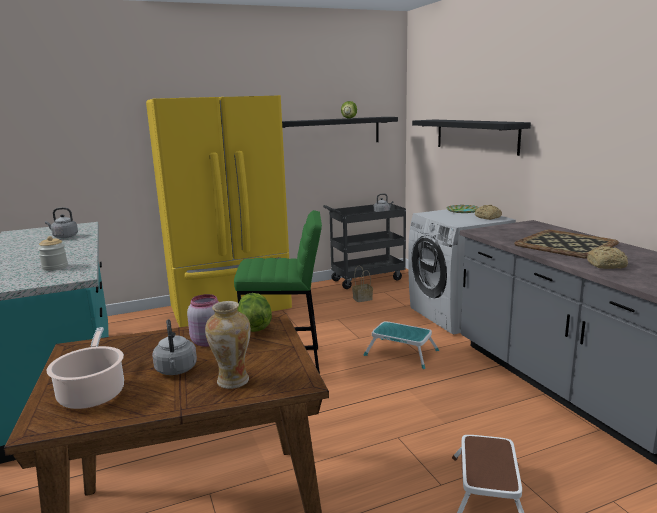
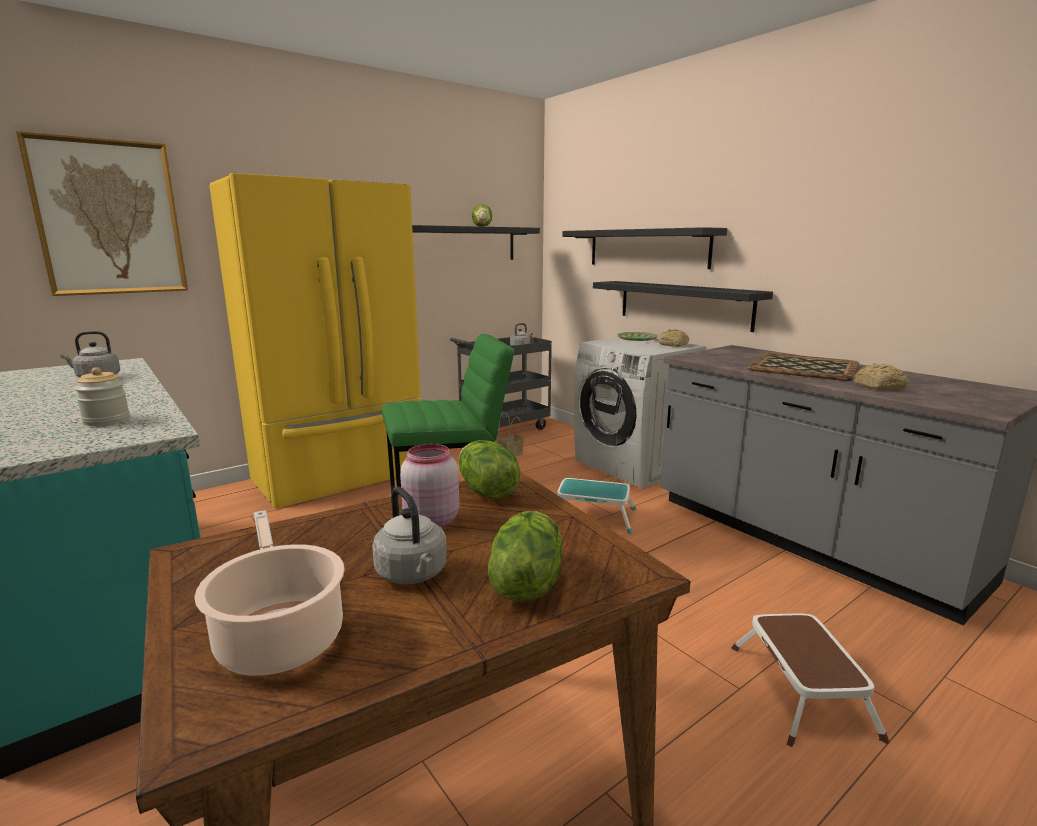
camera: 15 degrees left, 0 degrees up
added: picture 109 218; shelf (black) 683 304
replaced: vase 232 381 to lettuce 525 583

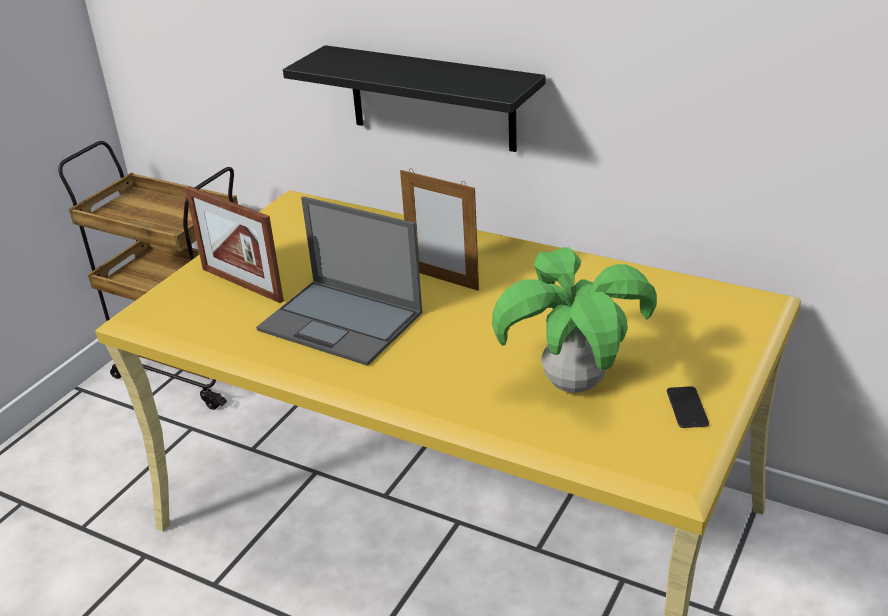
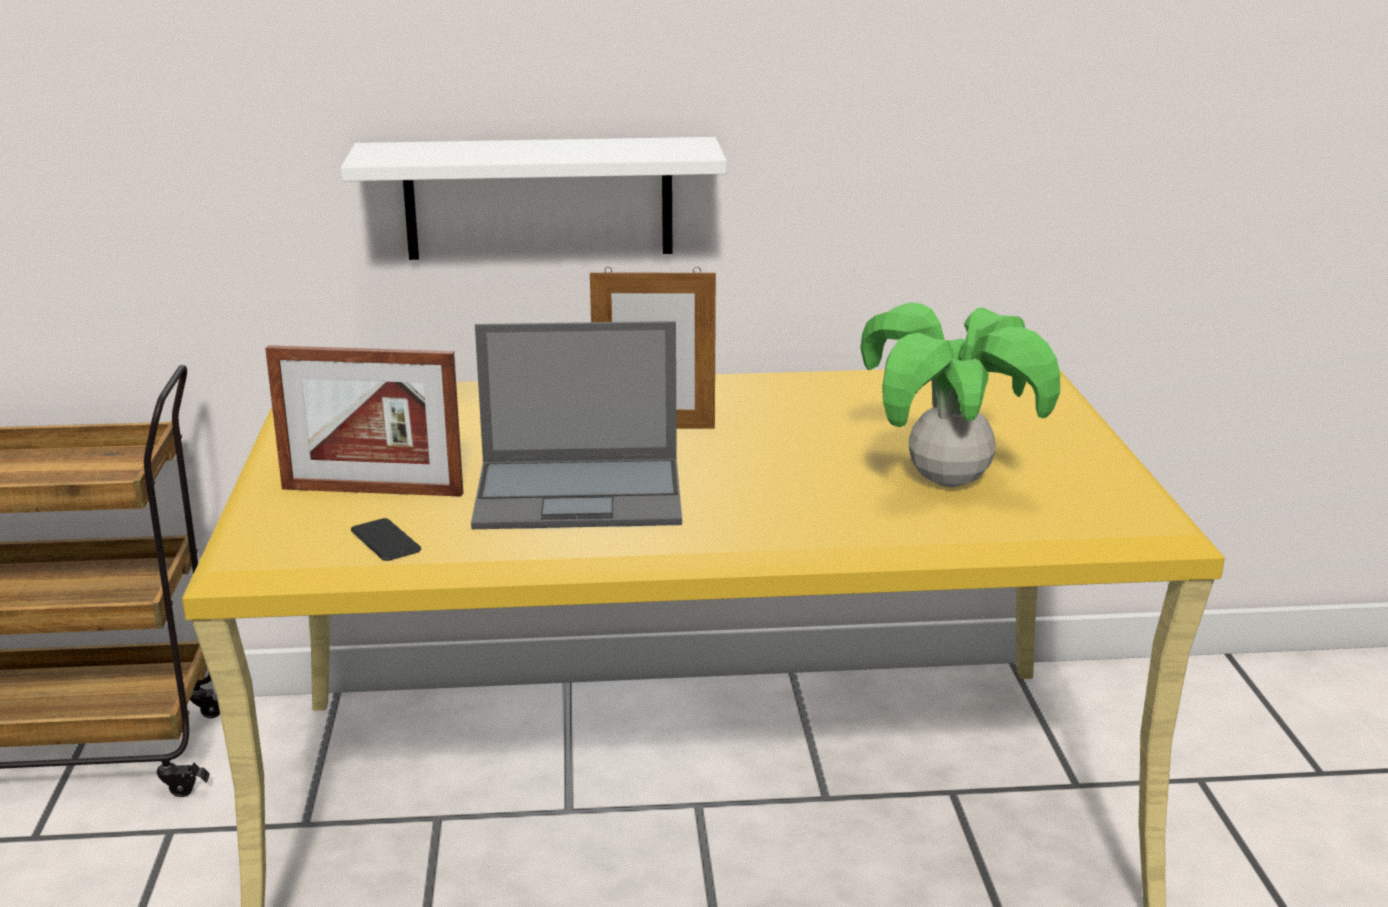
camera: 35 degrees left, 10 degrees down
moved: phone 687 408 to 385 541
recoloured: shelf (black) 431 98 to shelf (white) 539 198

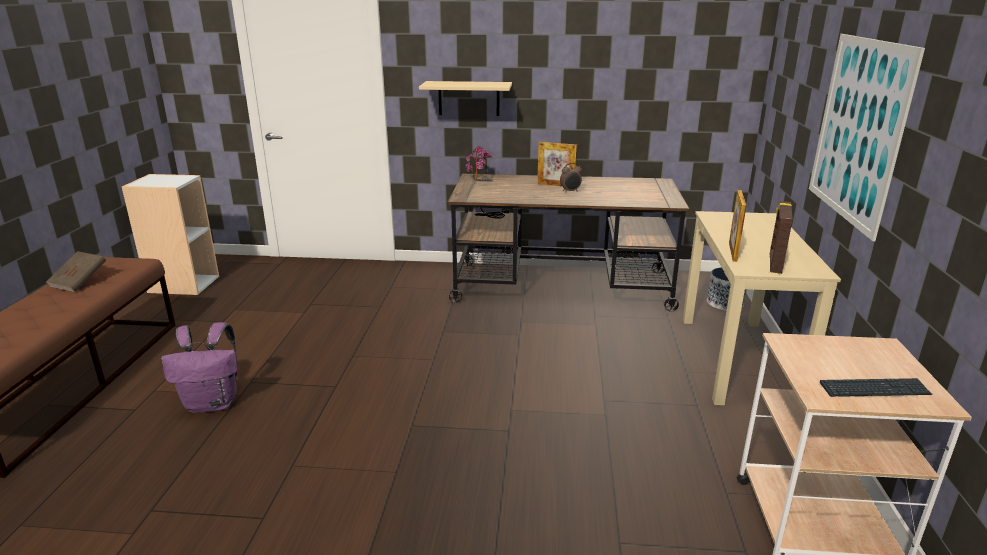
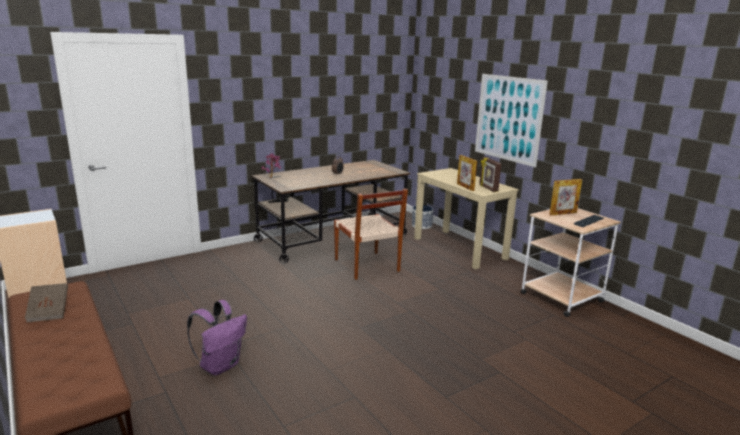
camera: 40 degrees left, 5 degrees down
removed: shelf (beige) 469 98
added: chair 367 266
moved: picture frame 556 185 to 563 213

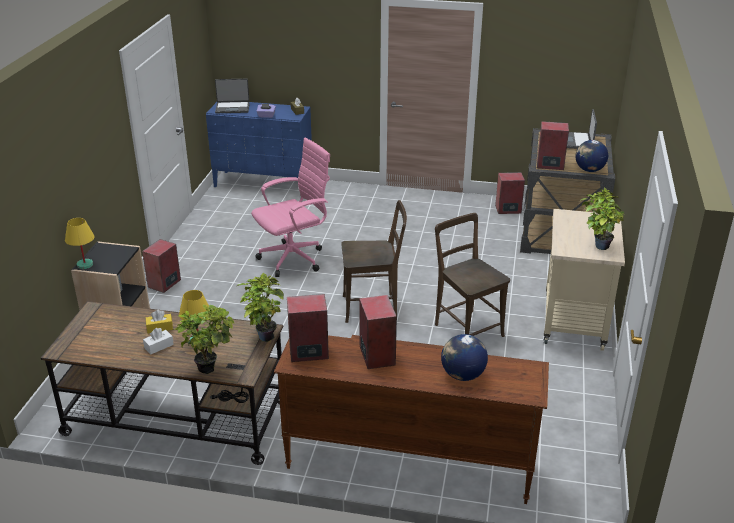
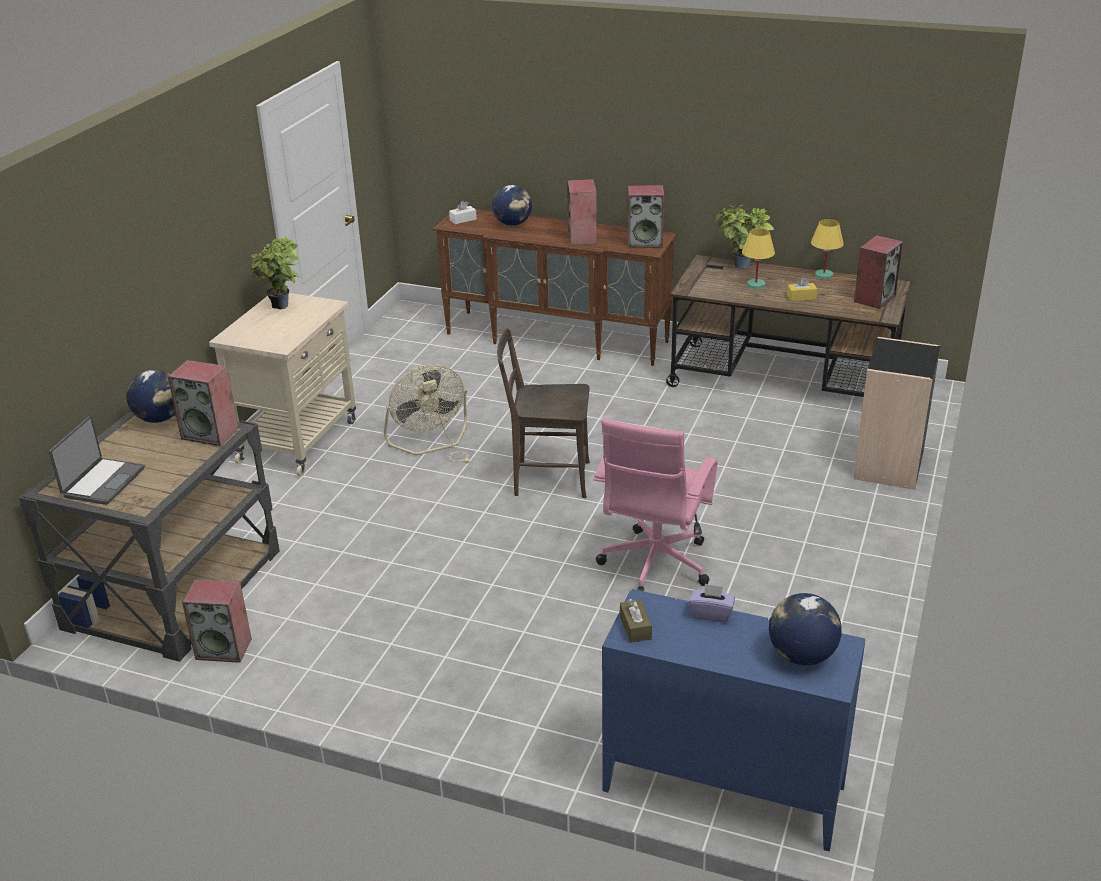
camera: 170 degrees left, 0 degrees up
removed: potted plant 263 335
moved: table lamp (yellow) 84 264 to 824 275; speaker 164 284 to 874 298; tissue box (white) 159 346 to 463 220
replaced: laptop 232 108 to globe 801 655; chair (brown) 466 328 to fan (beige) 436 444
turned: office chair (pink) 294 258 = 654 567 45 degrees counterclockwise

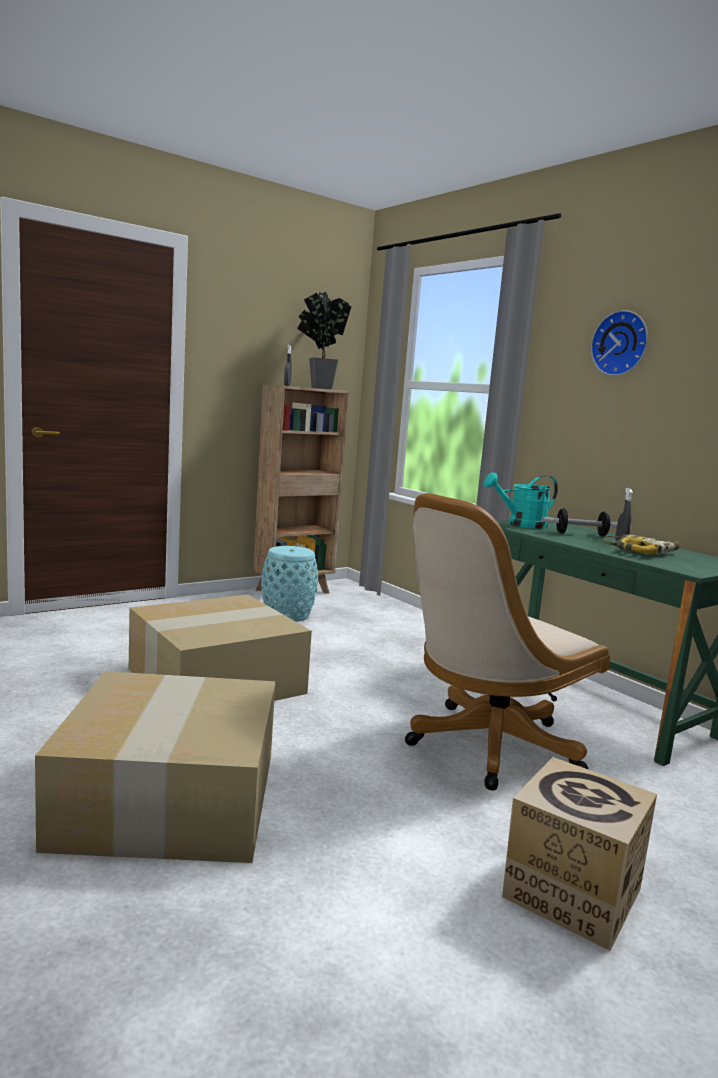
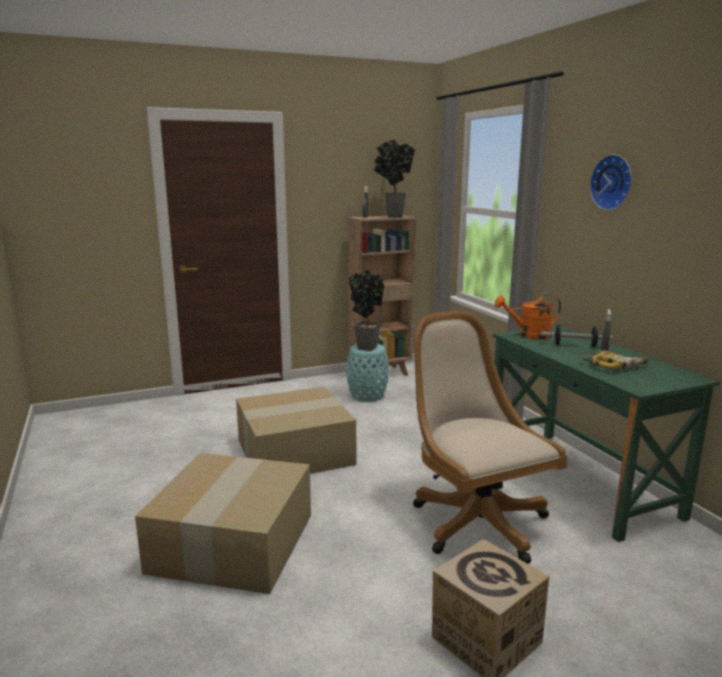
camera: 15 degrees right, 5 degrees up
added: potted plant 365 347
recoloured: watering can (turquoise) 521 525 to watering can (orange) 529 335
turned: office chair 485 749 = 473 518 90 degrees clockwise

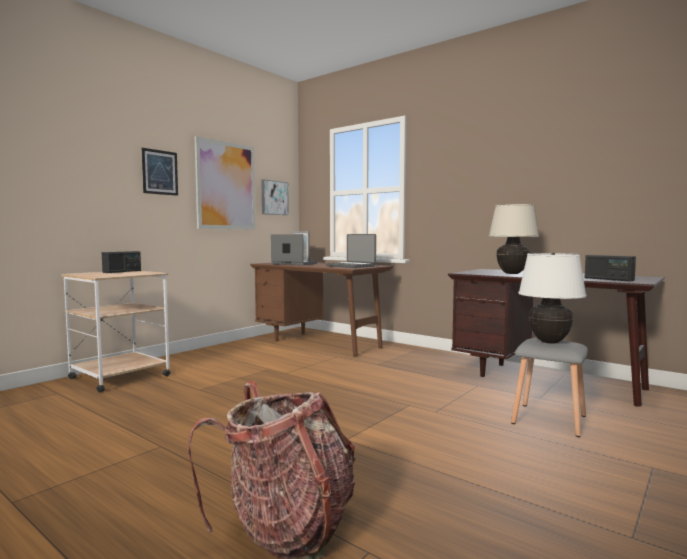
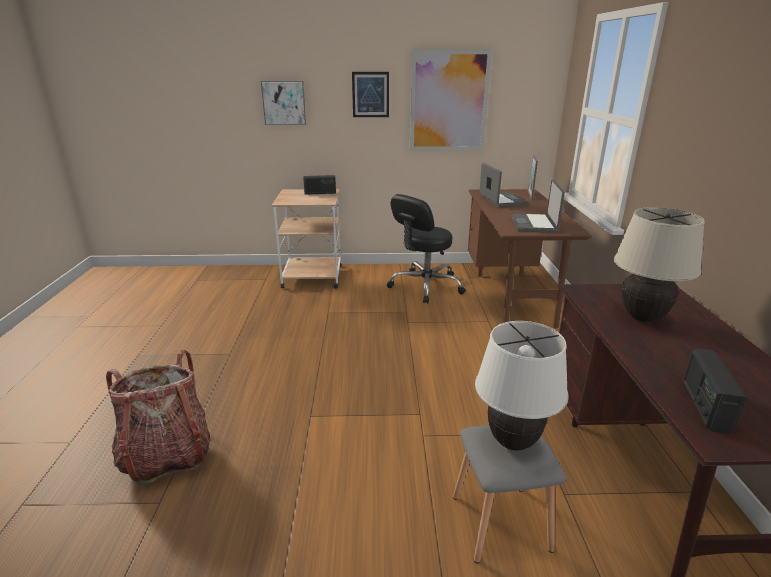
camera: 50 degrees right, 20 degrees up
added: office chair (black) 424 287
moved: picture 274 198 to 284 103

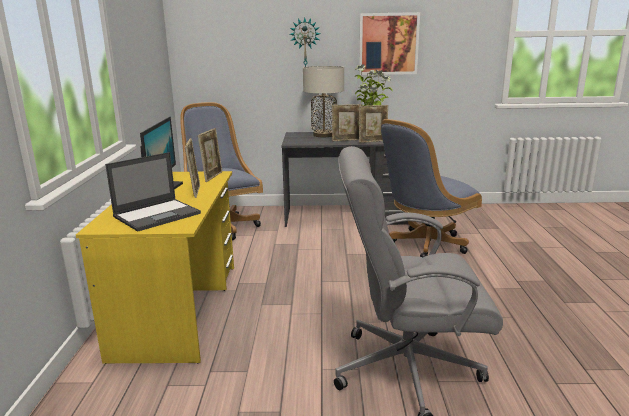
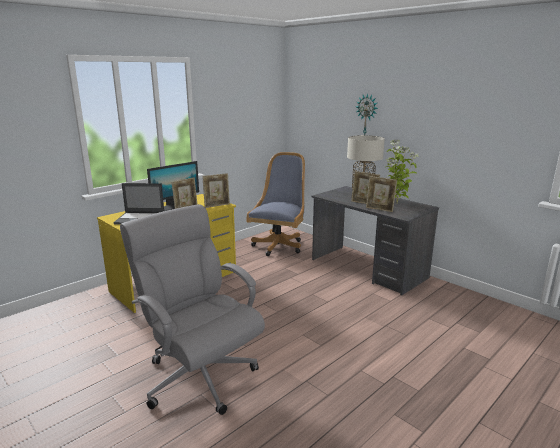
camera: 45 degrees right, 0 degrees up
removed: picture 388 44; office chair (blue) 423 246

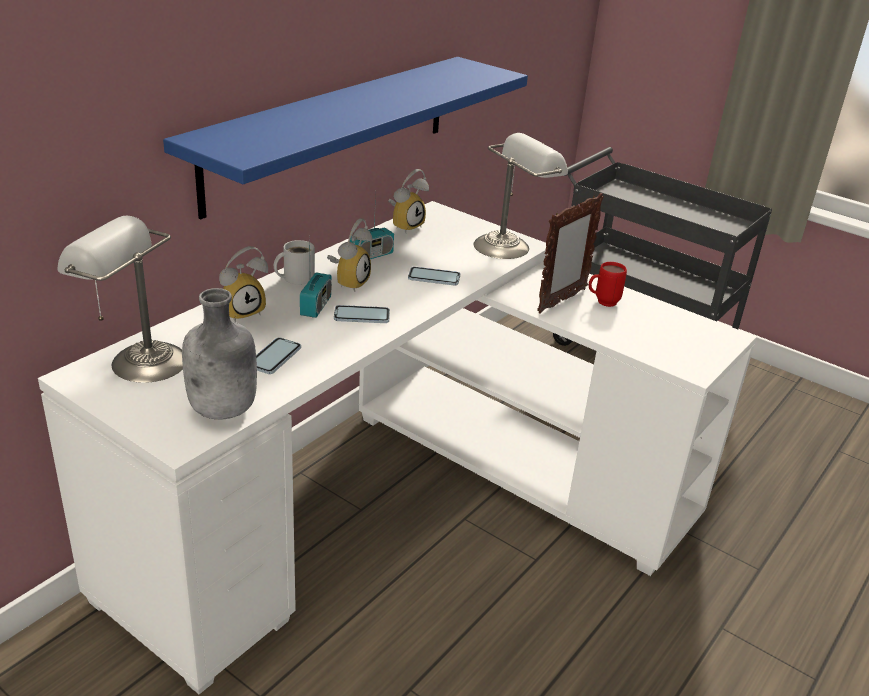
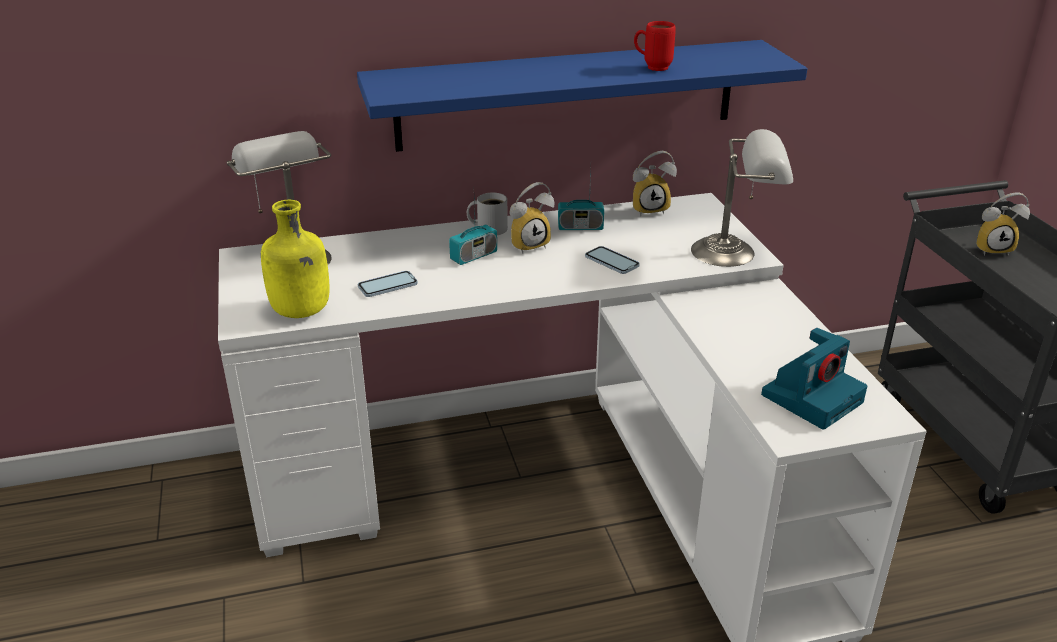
camera: 40 degrees right, 0 degrees up
removed: picture frame 561 301; phone 361 316
added: photo camera 812 397
moved: alarm clock 242 311 to 993 249; mug (red) 602 303 to 652 67
recoloured: bottle (grey) 224 410 to bottle (yellow) 301 312

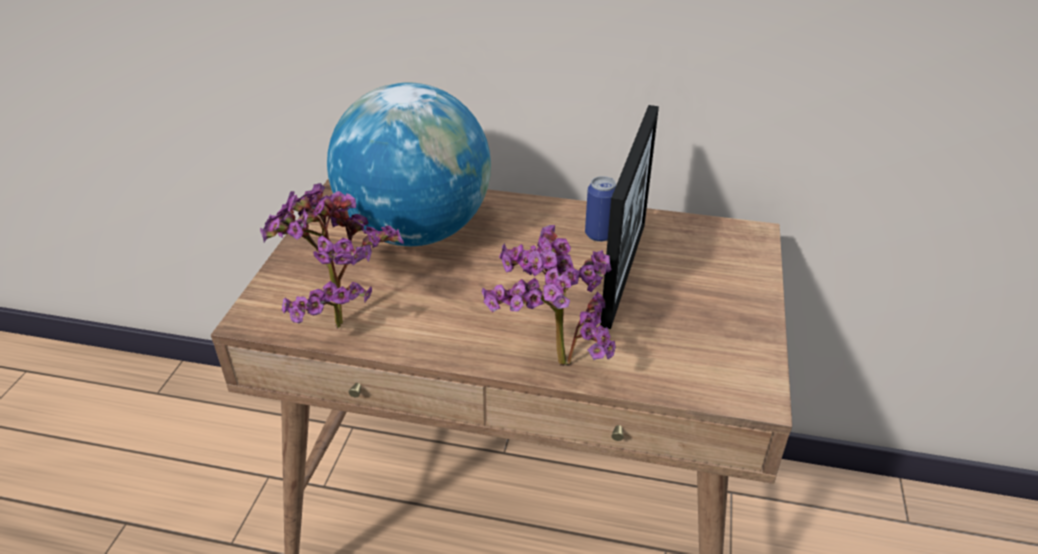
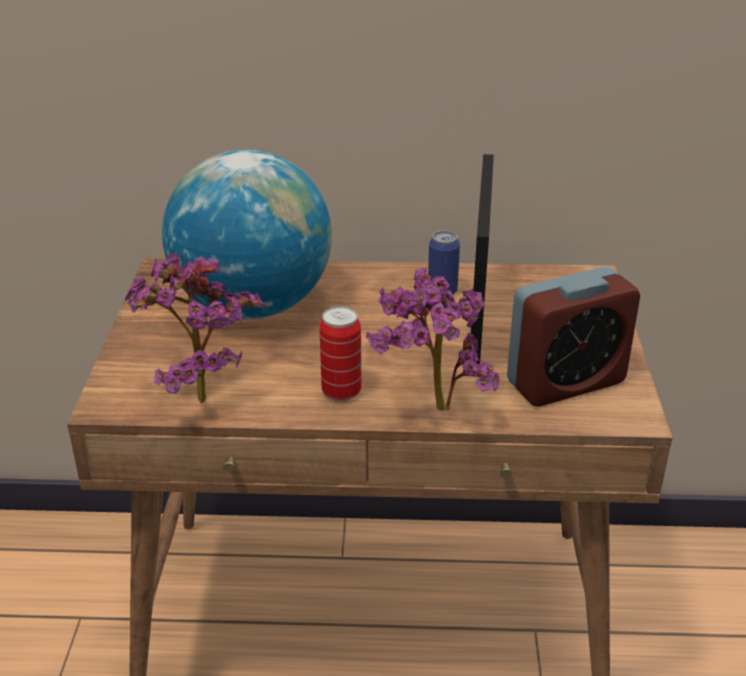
camera: 10 degrees left, 5 degrees down
added: alarm clock 565 382; can 341 392

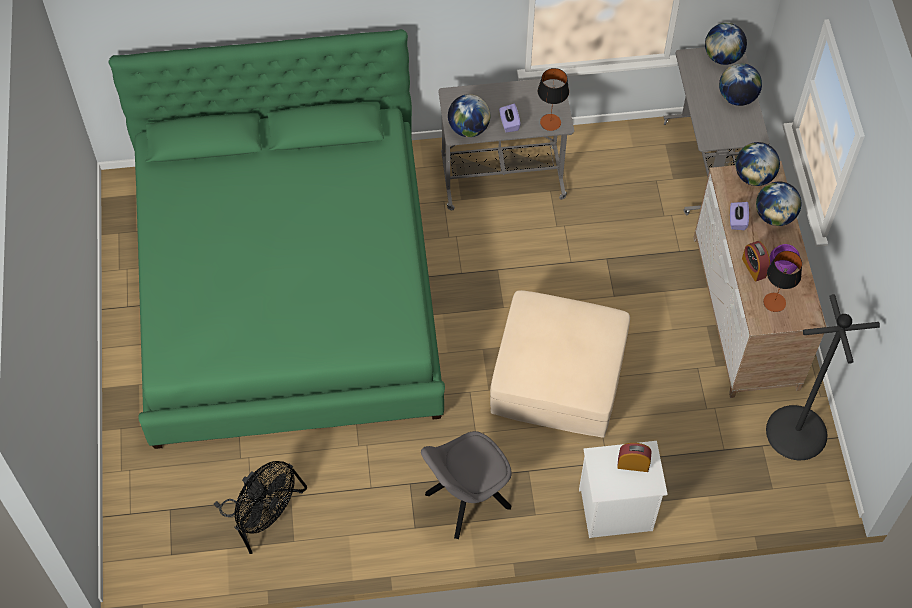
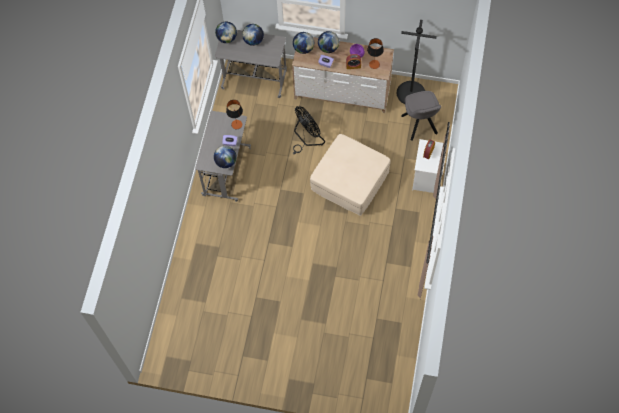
camera: 70 degrees left, 5 degrees up
removed: bed (green) 287 290
moved: chair (grey) 466 500 to 419 125; fan (black) 261 515 to 305 136

